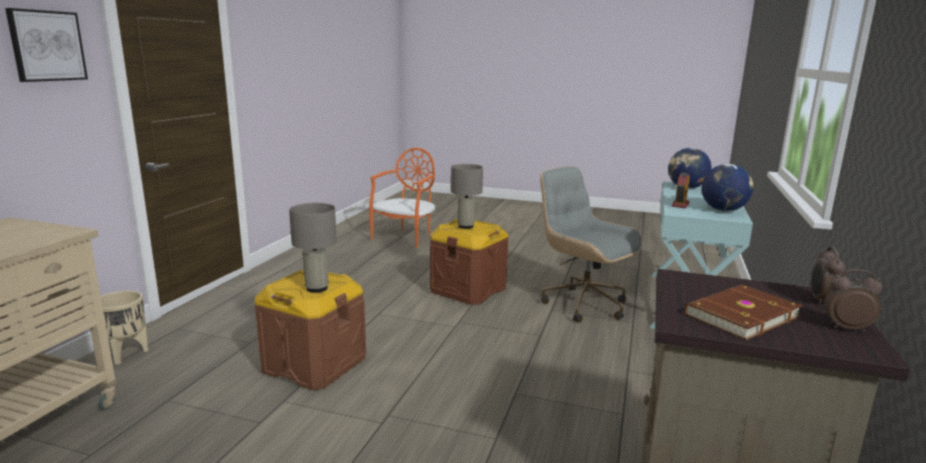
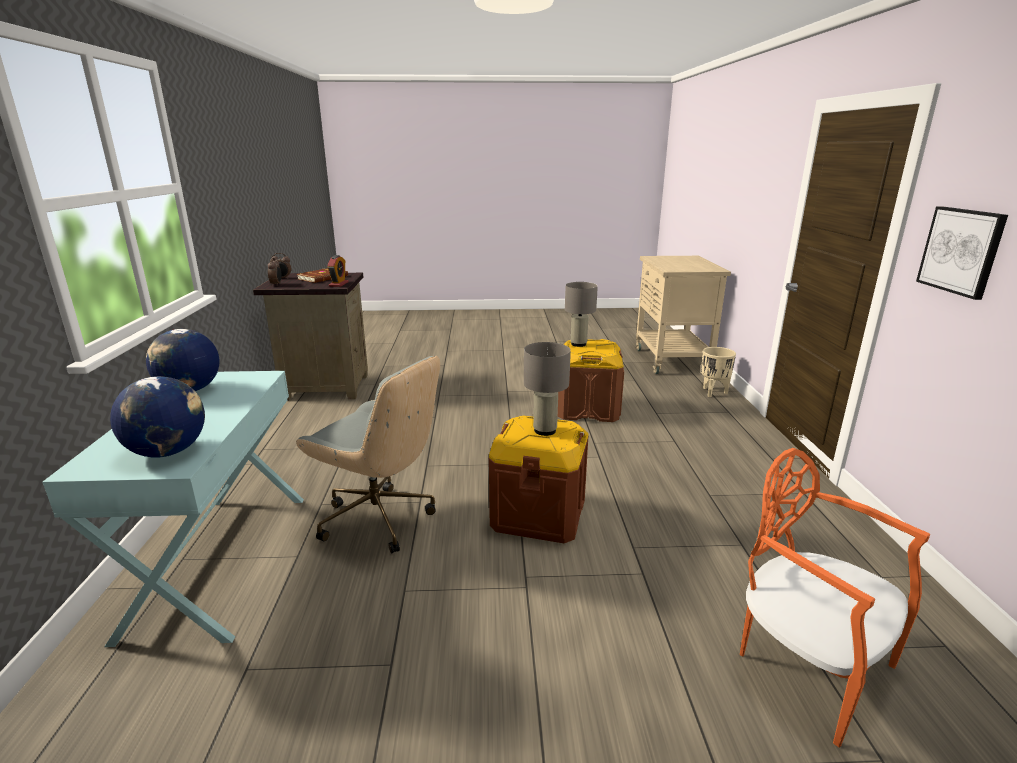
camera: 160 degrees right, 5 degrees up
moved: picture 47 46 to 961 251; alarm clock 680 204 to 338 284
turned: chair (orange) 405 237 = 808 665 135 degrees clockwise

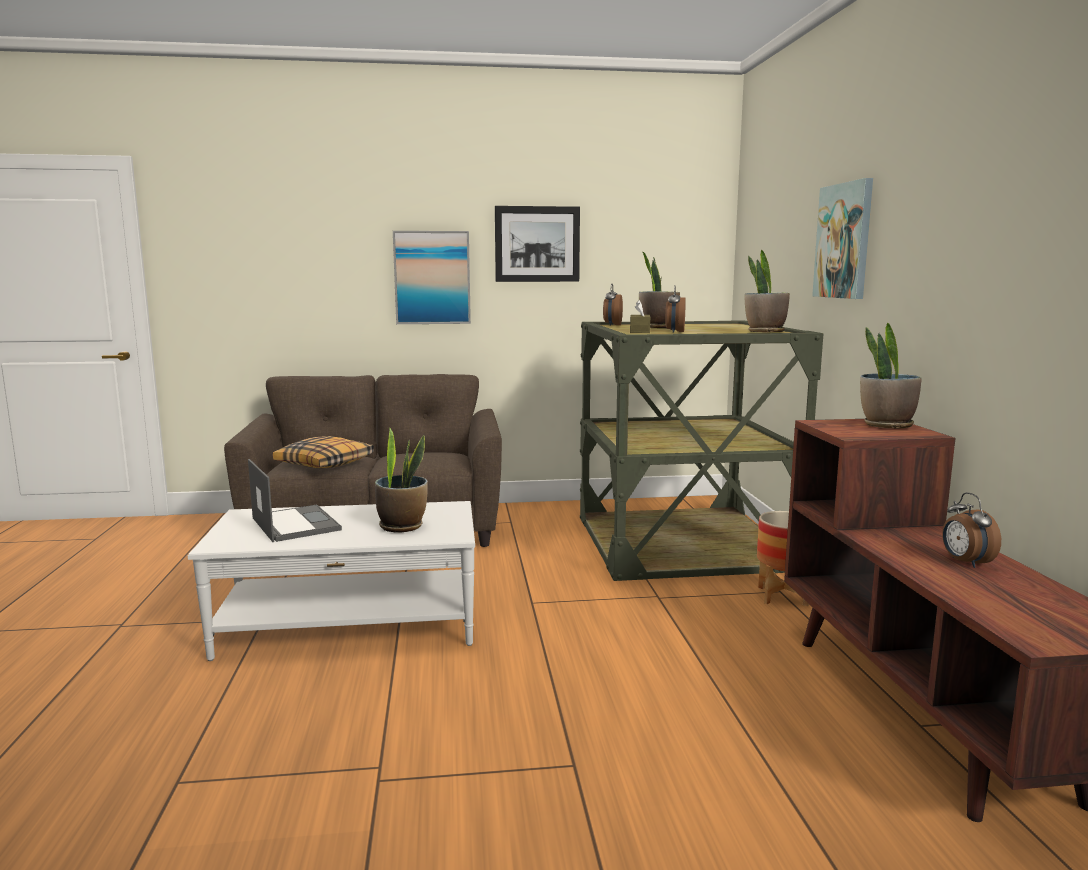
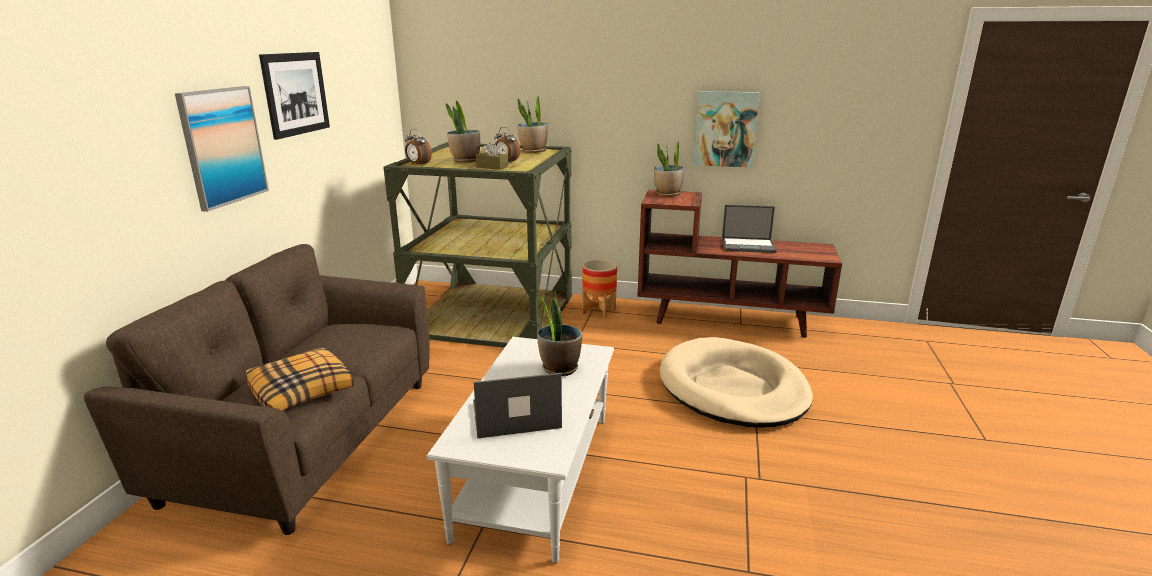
camera: 70 degrees left, 10 degrees up
added: dog bed (beige) 732 388
moved: picture 844 241 to 725 129
replaced: alarm clock 965 562 to laptop 748 245

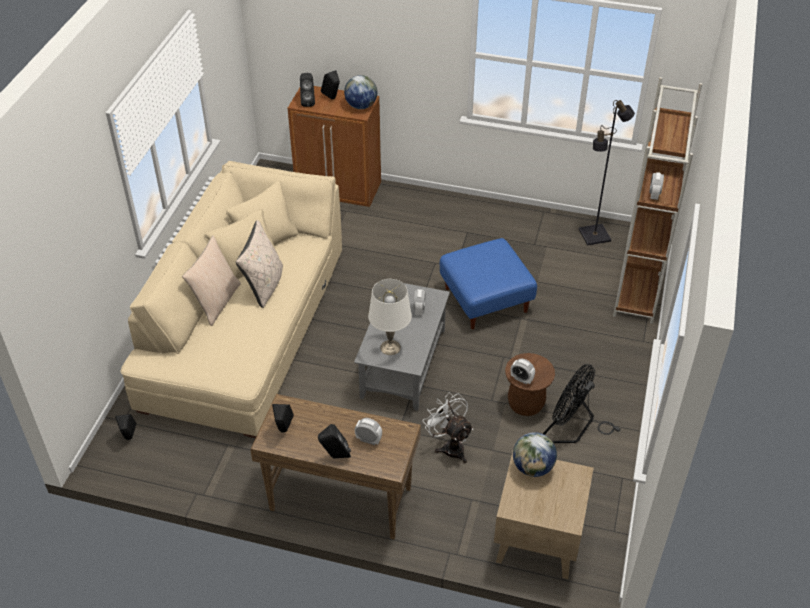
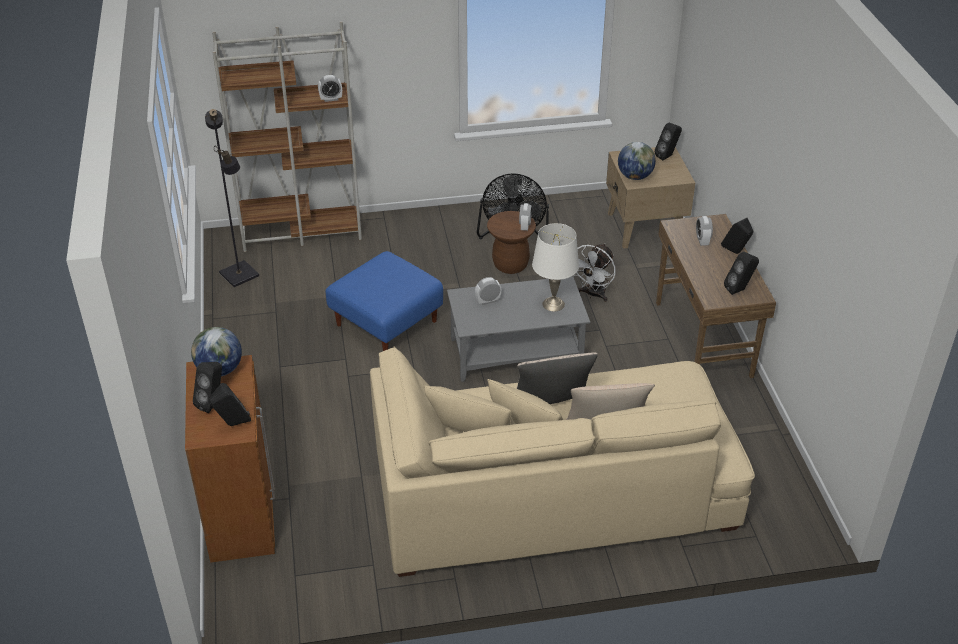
camera: 115 degrees left, 5 degrees down
moved: speaker (black) 129 438 to 667 156

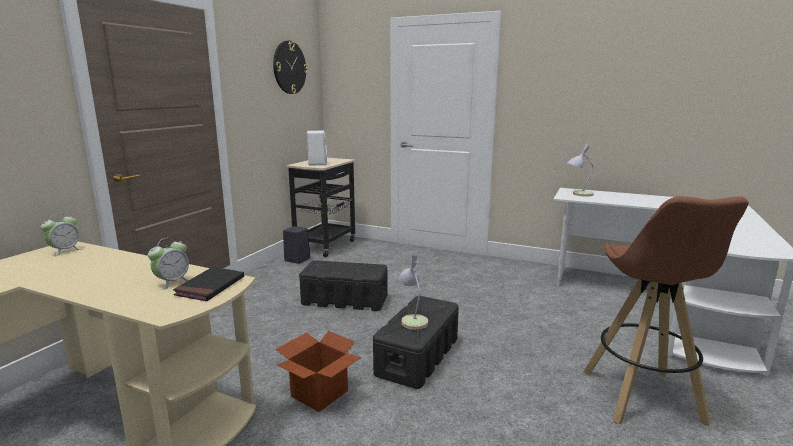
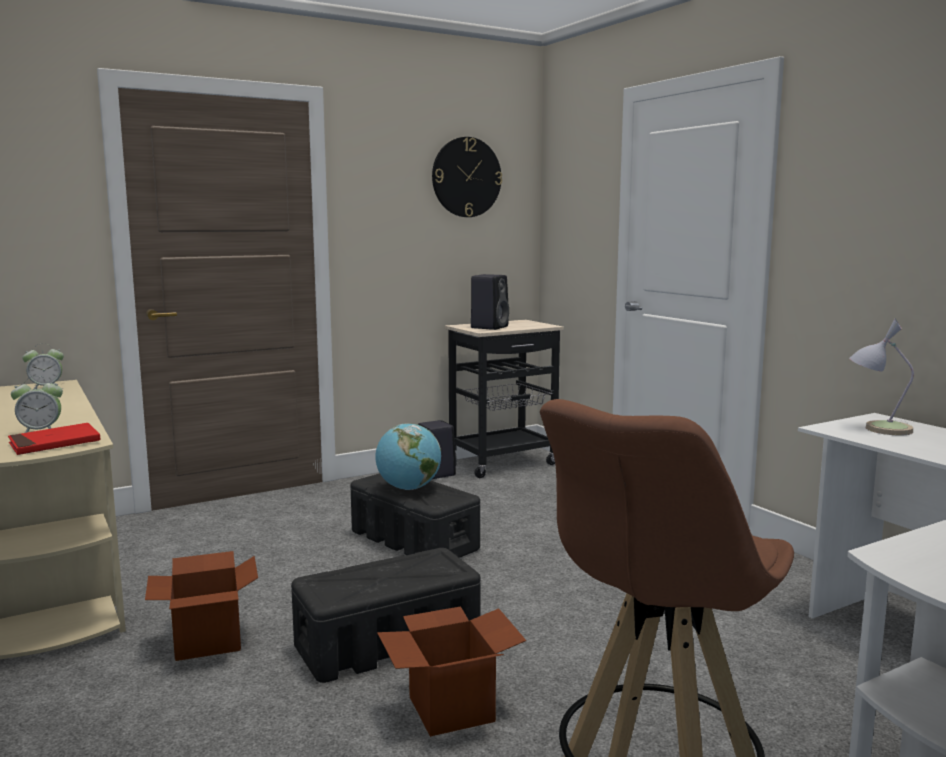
camera: 35 degrees right, 5 degrees down
removed: table lamp 412 320
added: globe 408 488; cardboard box 452 709
recoloured: speaker (white) 317 164 to speaker (black) 489 327; book (black) 210 287 to book (red) 55 443

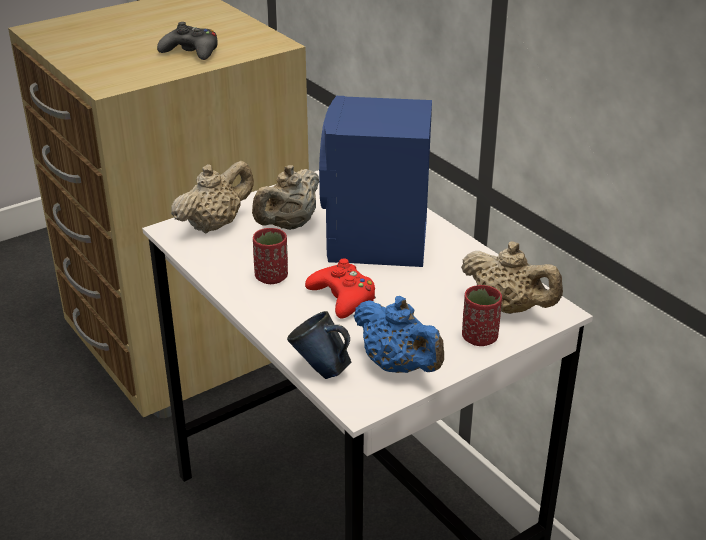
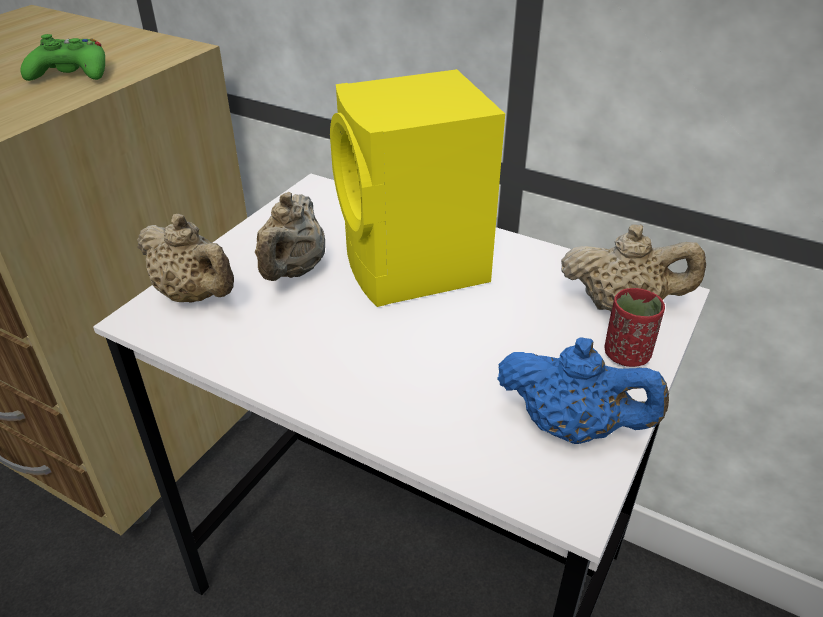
camera: 25 degrees left, 5 degrees up
removed: cup (red) 271 277; game controller (red) 343 298; mug (blue) 321 371
recoloured: game controller (black) 191 52 to game controller (green) 71 73; speaker (blue) 376 245 to speaker (yellow) 415 269
turned: teapot (beige) 215 225 = 195 295 105 degrees clockwise

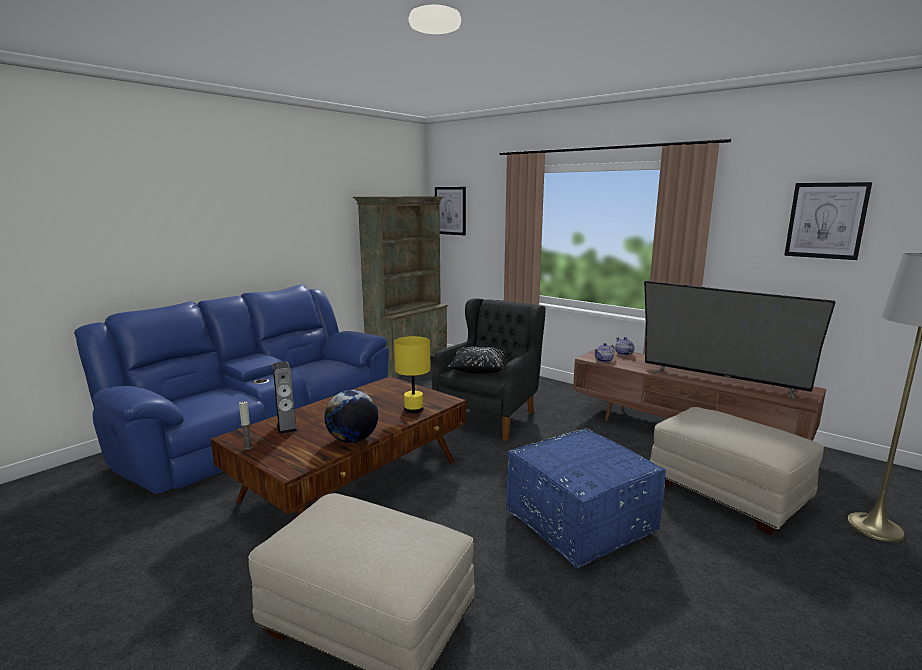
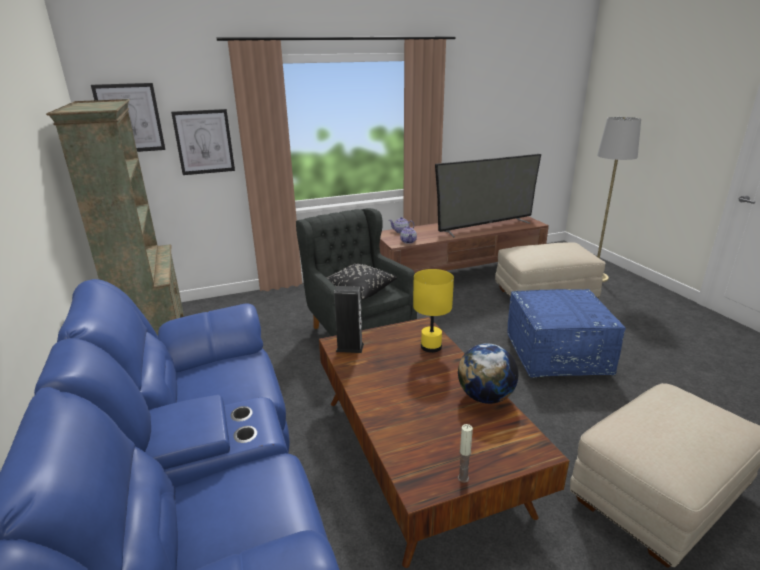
camera: 60 degrees left, 10 degrees up
moved: picture 826 220 to 204 142; speaker 287 427 to 350 347

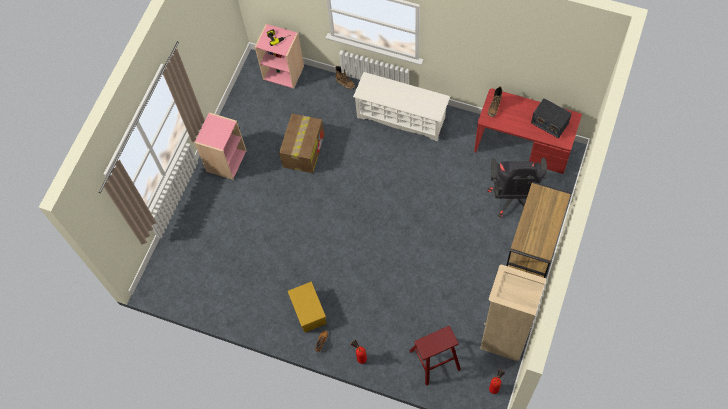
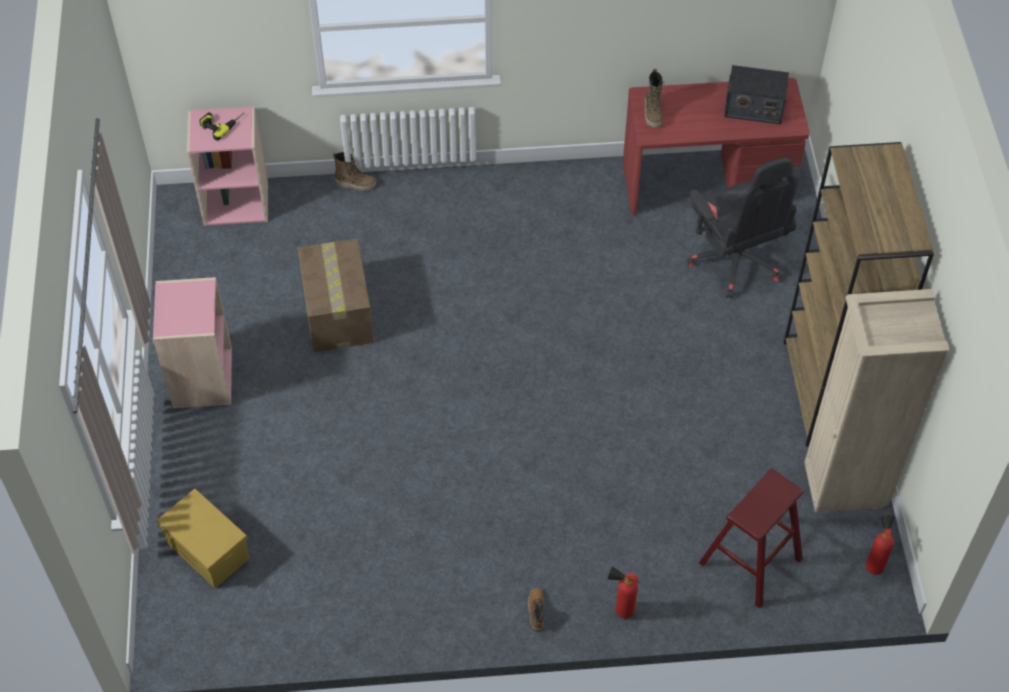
camera: 30 degrees left, 10 degrees down
removed: shoe rack (white) 402 117
moved: storage box (yellow) 308 311 to 207 550

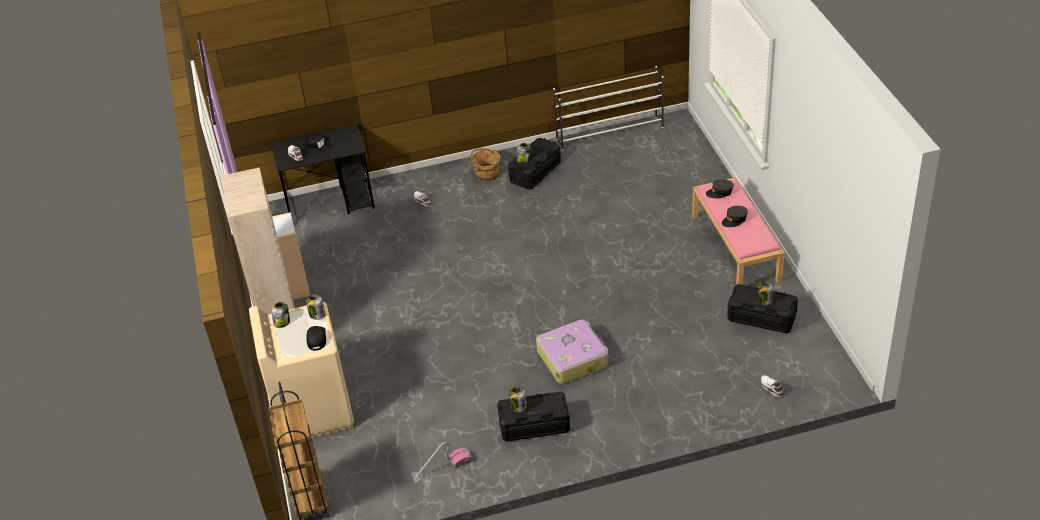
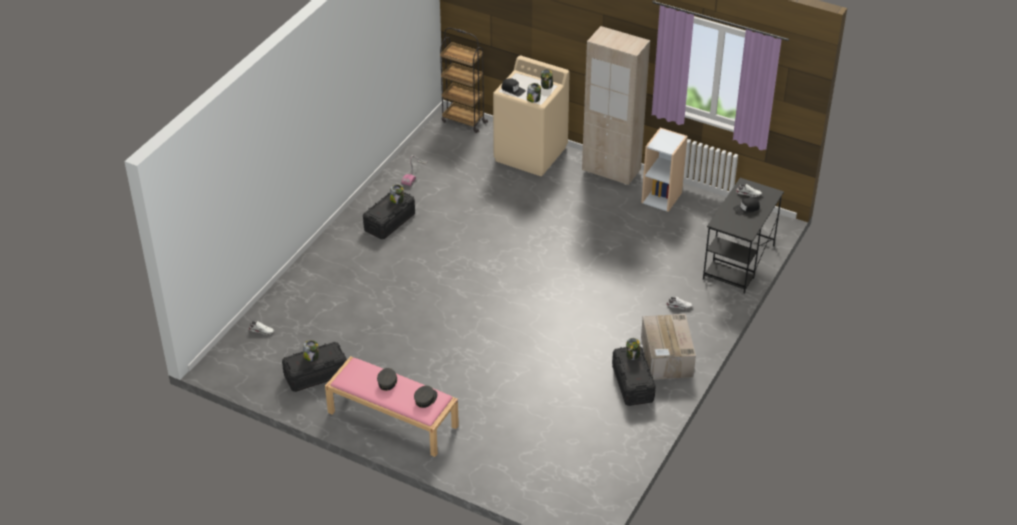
camera: 130 degrees right, 0 degrees up
removed: shoe rack (white) 610 133; suitcase 573 358
replaced: bucket (brown) 487 174 to cardboard box 667 357

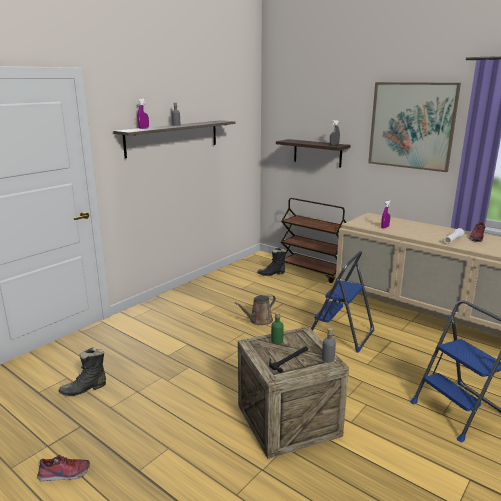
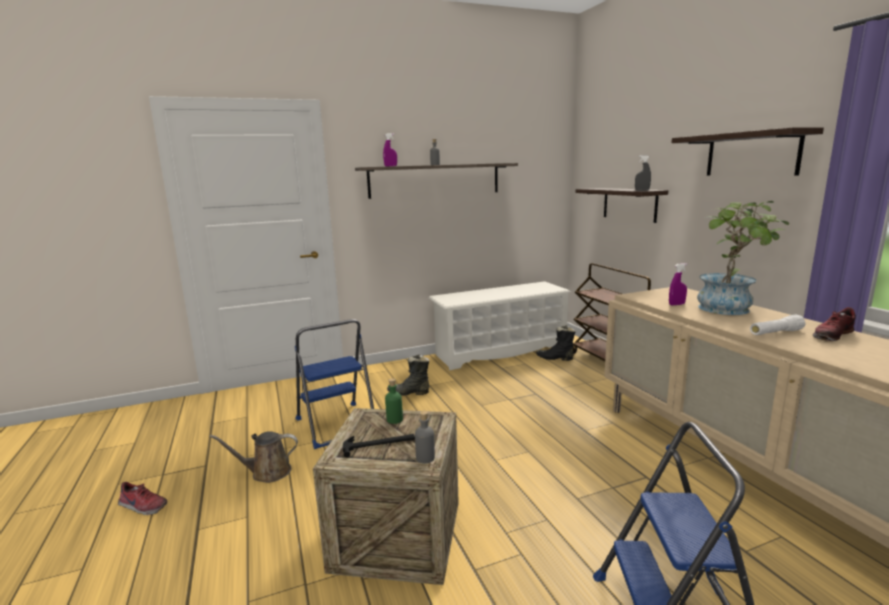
camera: 30 degrees right, 5 degrees down
added: potted plant 731 310; shoe rack (white) 500 351
moved: step ladder (blue) 342 335 to 336 426; watering can (brown) 259 321 to 267 472; boot (black) 84 389 to 409 393
replaced: picture 411 126 to shelf 751 154

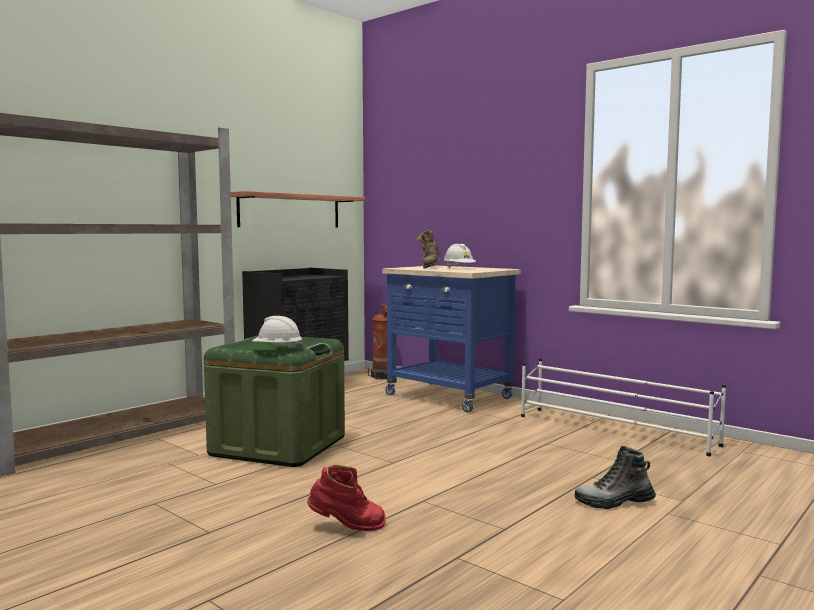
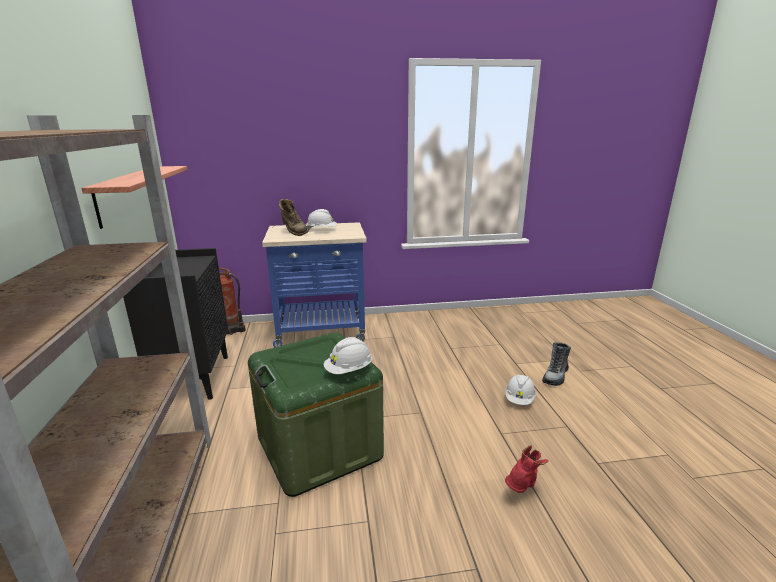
camera: 50 degrees left, 15 degrees up
removed: shoe rack (white) 615 430
added: hard hat (white) 519 399

